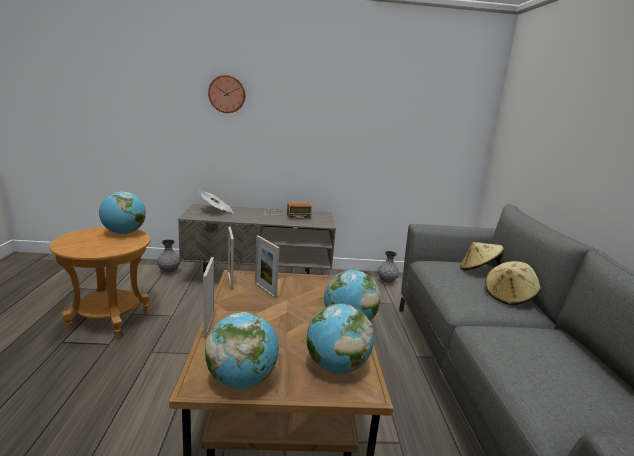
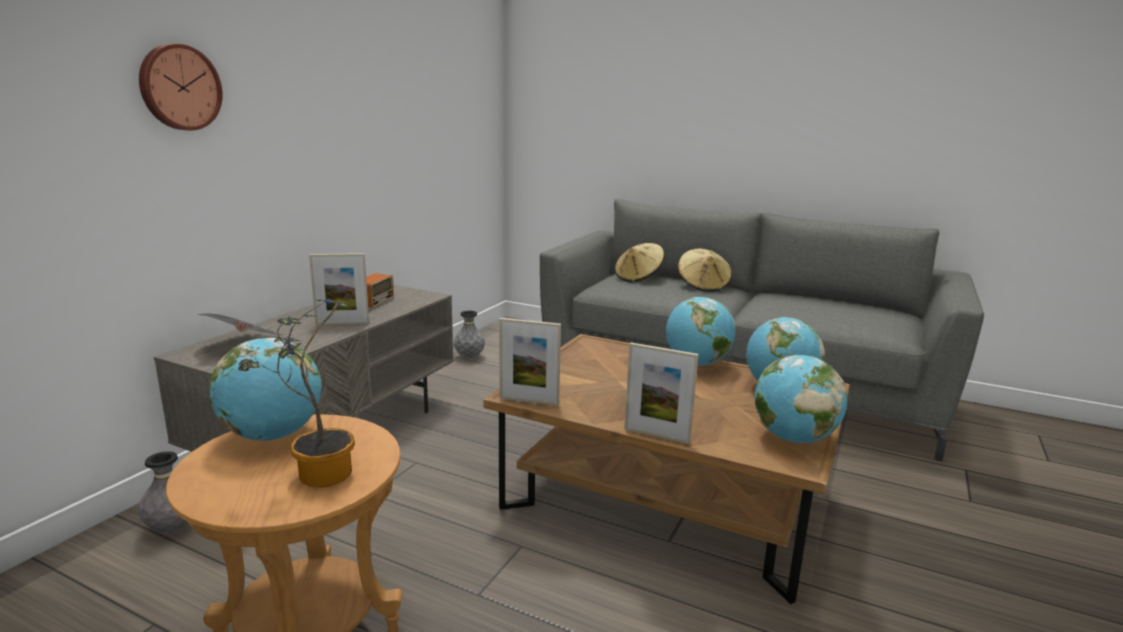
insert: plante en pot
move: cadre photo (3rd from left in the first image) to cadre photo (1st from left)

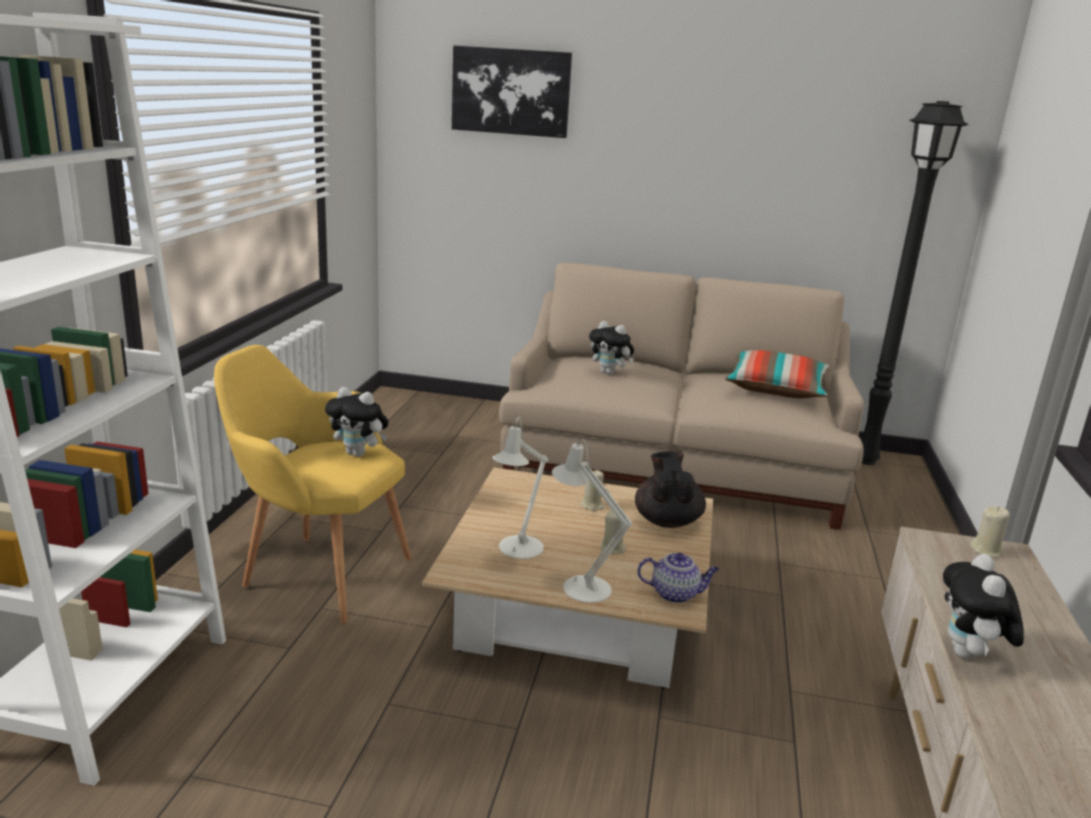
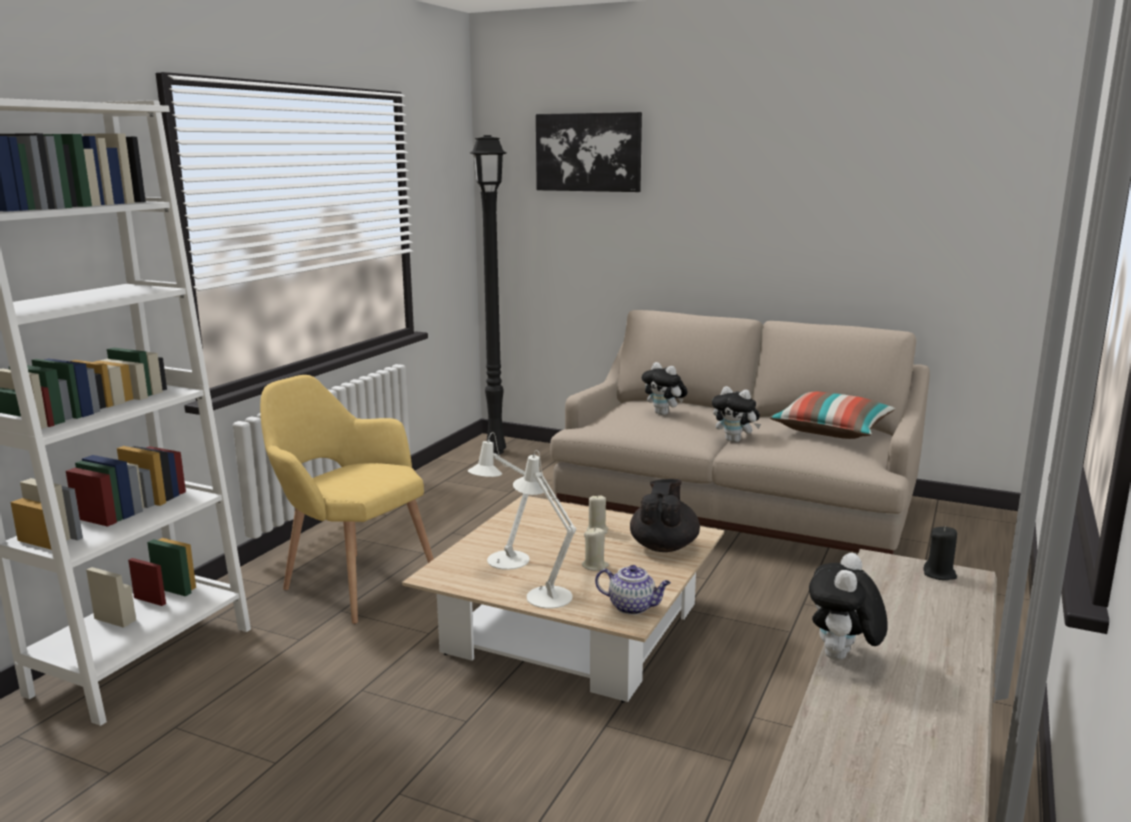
move: lampadaire/noir; peluche (1st from left in the first image) to peluche (2nd from left)
recolor: bougie/beige (3rd from left) to bougie/noir

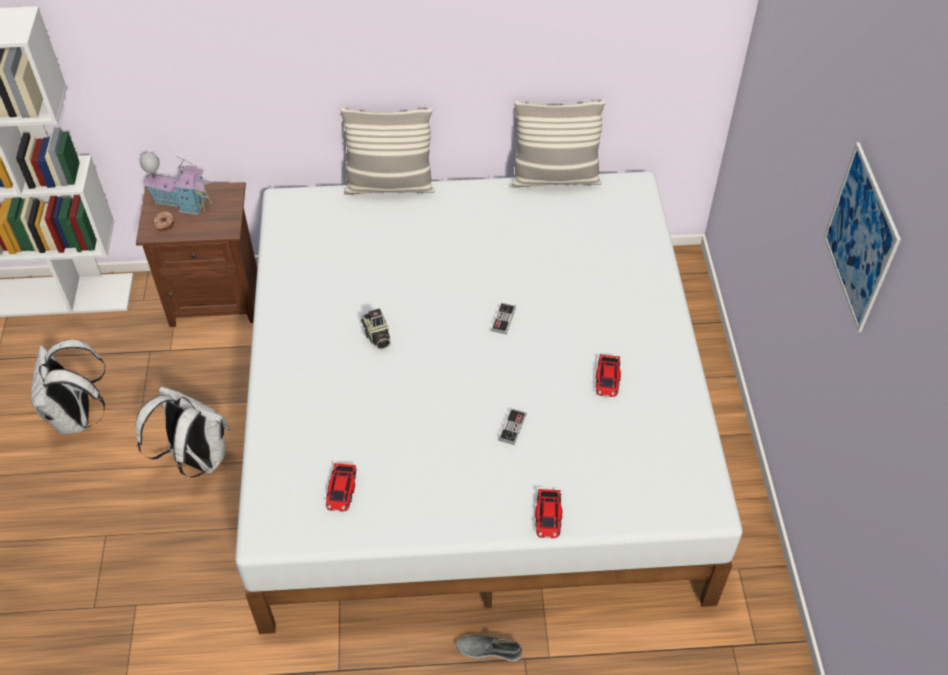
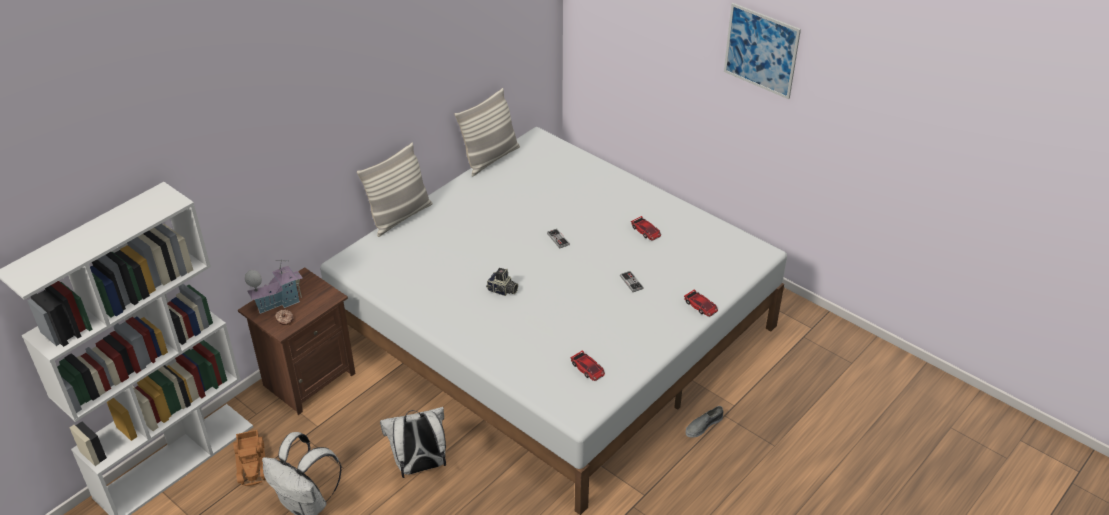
insert: camion jouet

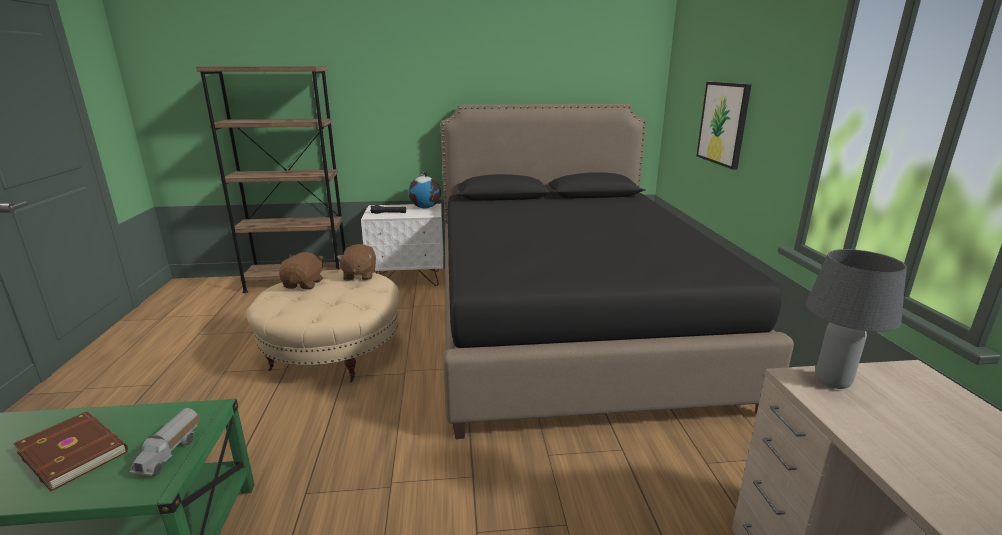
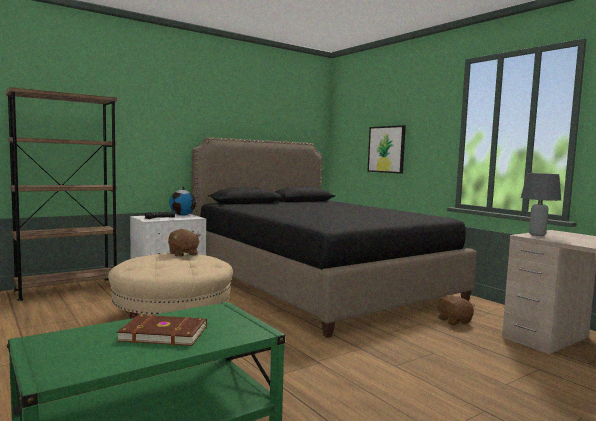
delete: camion jouet
move: peluche/marron (1st from left in the first image) to peluche/marron (2nd from left)

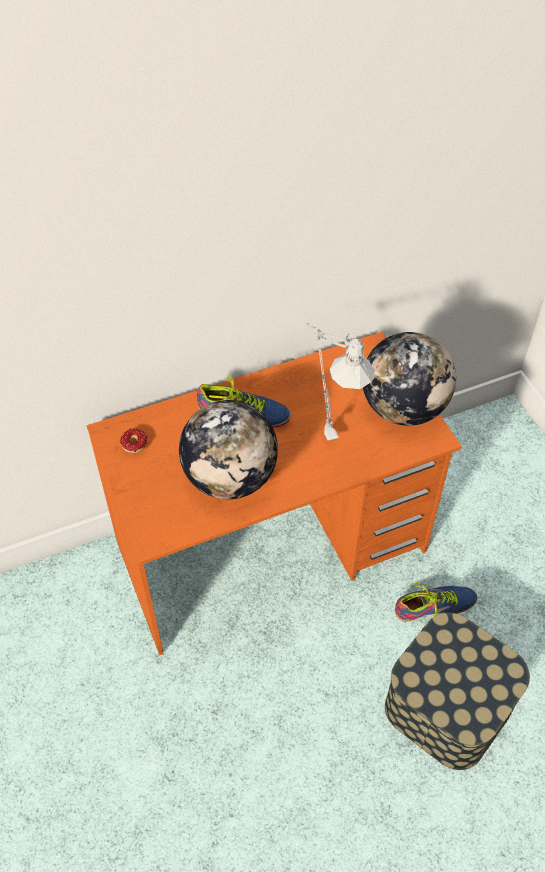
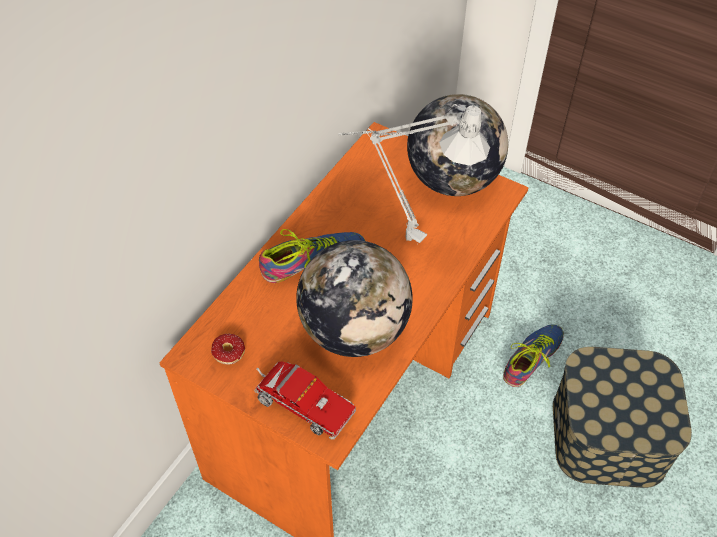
insert: camion jouet

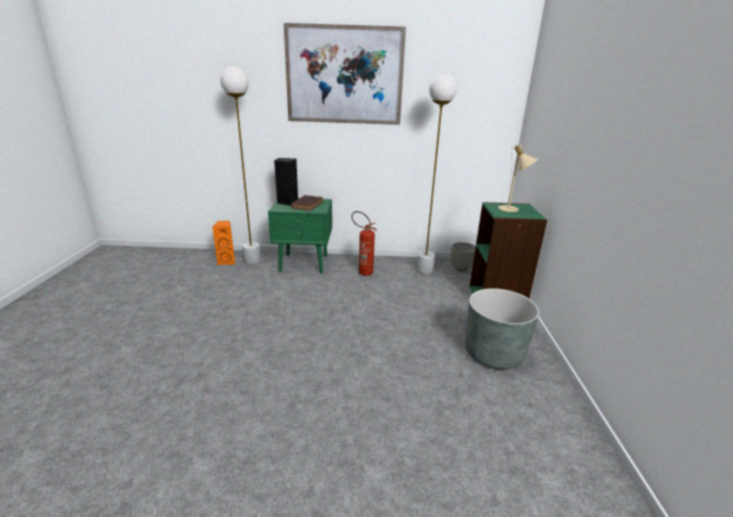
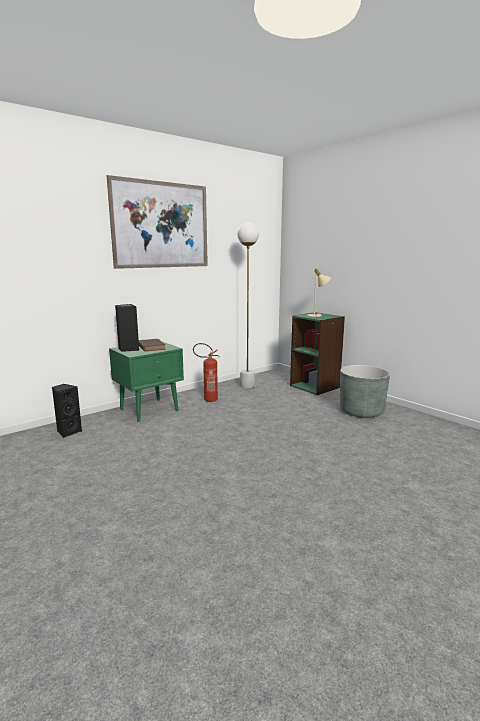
delete: lampadaire/blanc (1st from left); cache-pot/gris (1st from left)
recolor: enceinte/orange to enceinte/noir (1st from left)

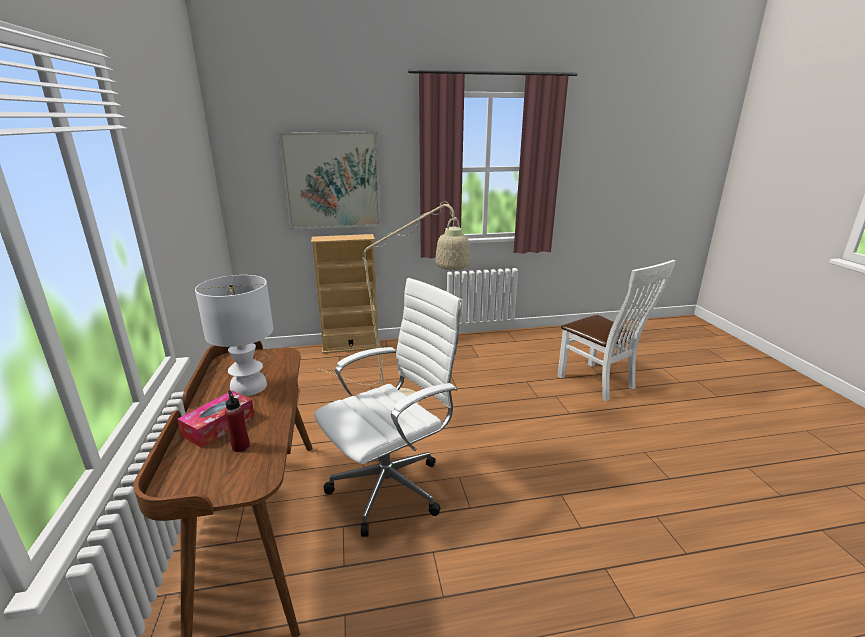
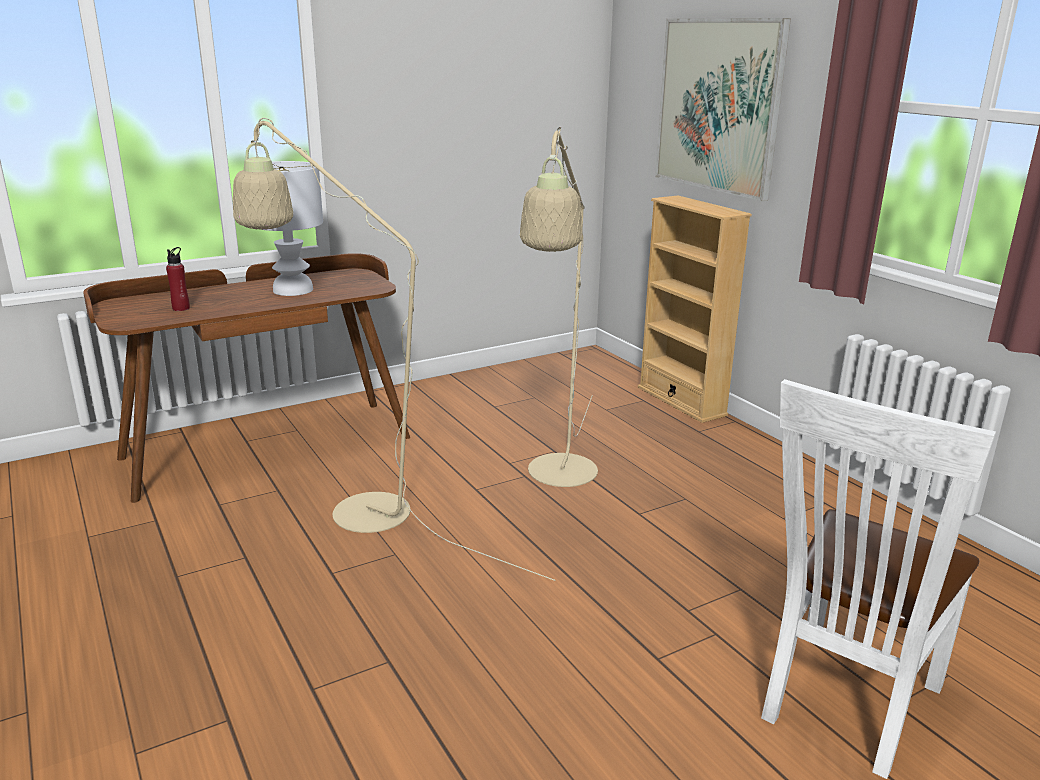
delete: boîte à mouchoirs
replace: chaise de bureau/blanc to lampadaire/beige (1st from left)

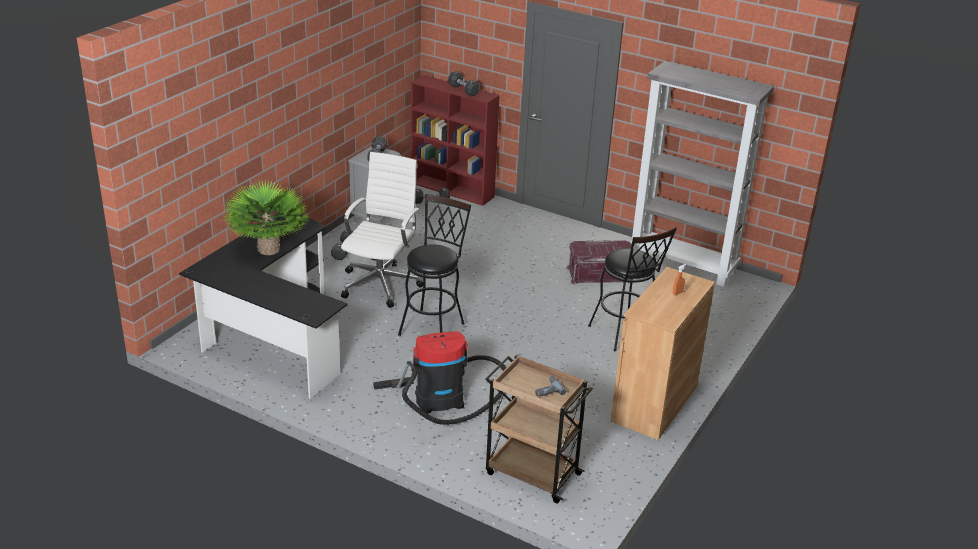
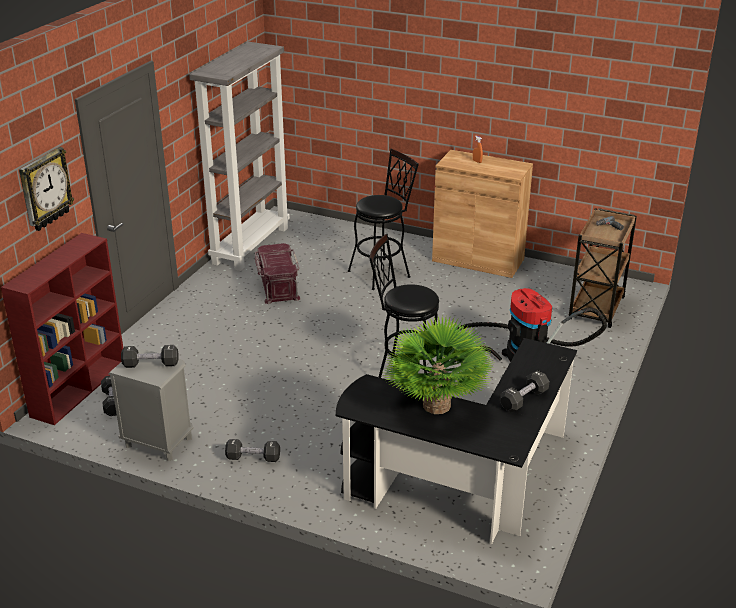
delete: chaise de bureau/blanc
insert: horloge murale
move: haltère/noir (4th from left)

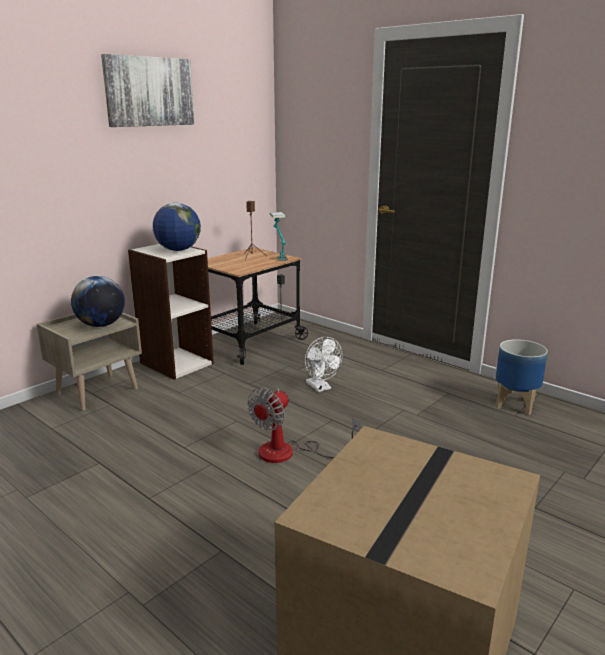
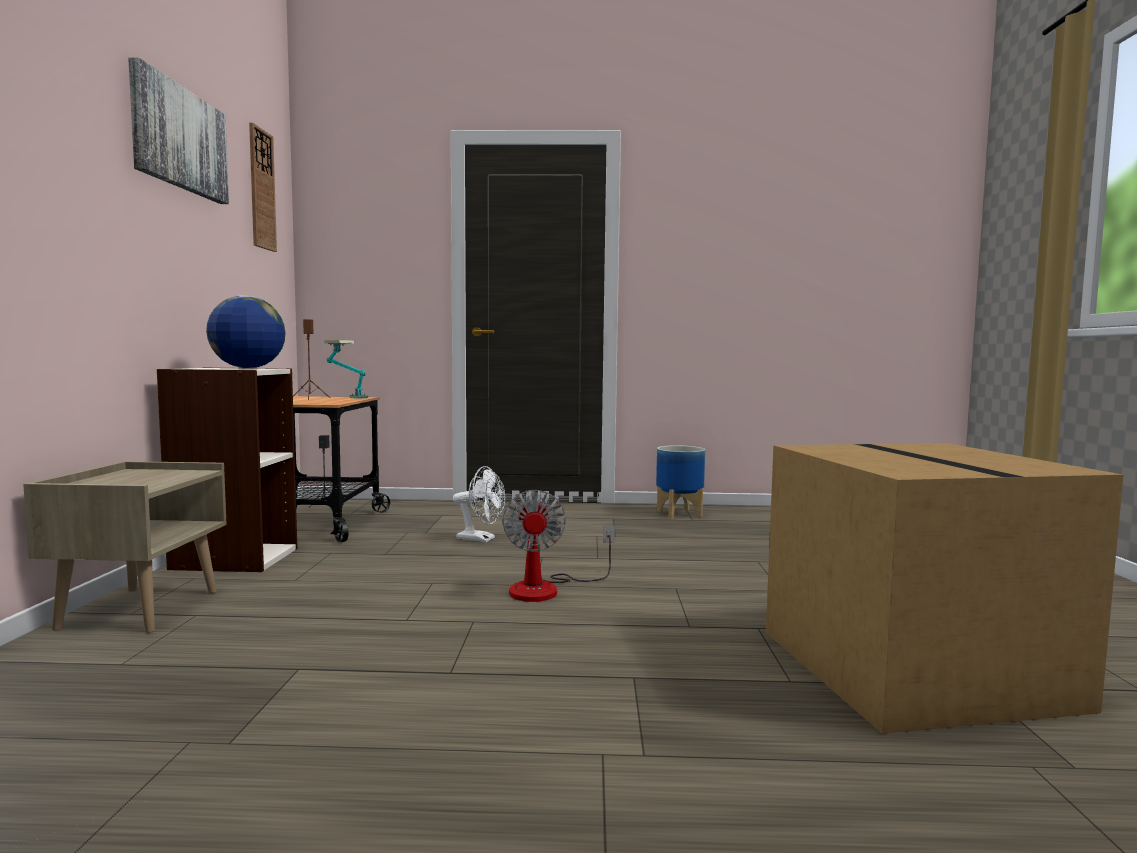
delete: globe (1st from left)
insert: horloge murale

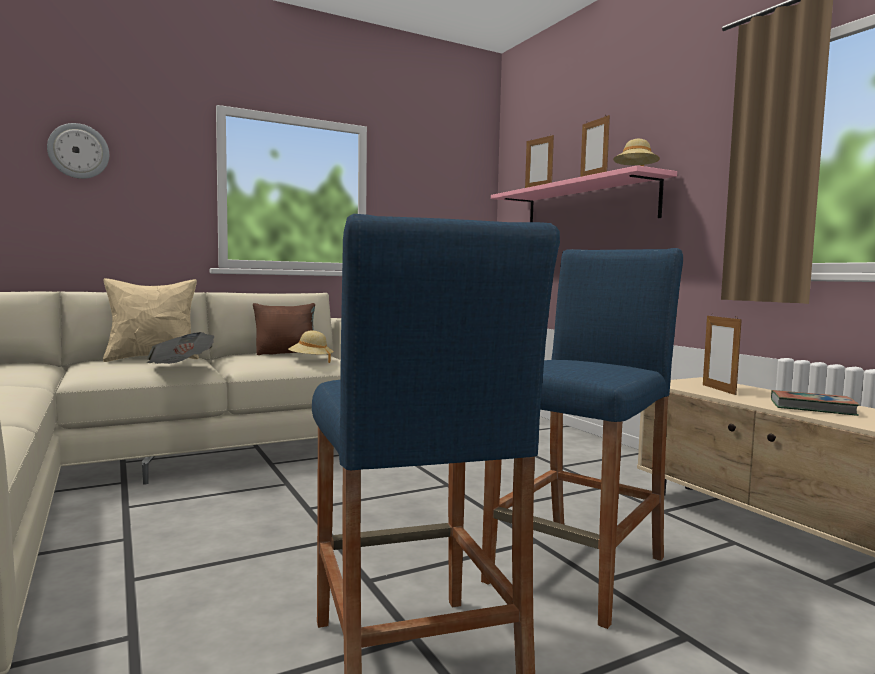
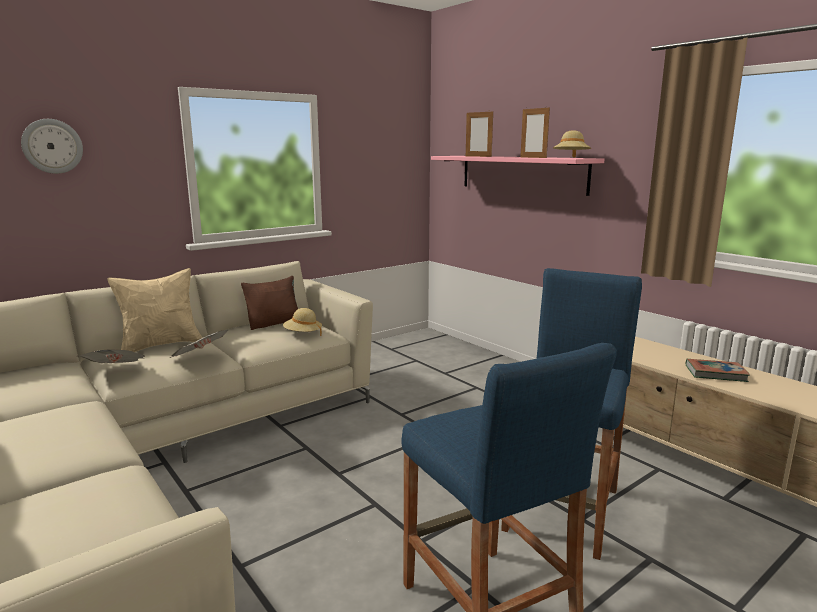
delete: cadre photo (3rd from left)
insert: journal (1st from left)

